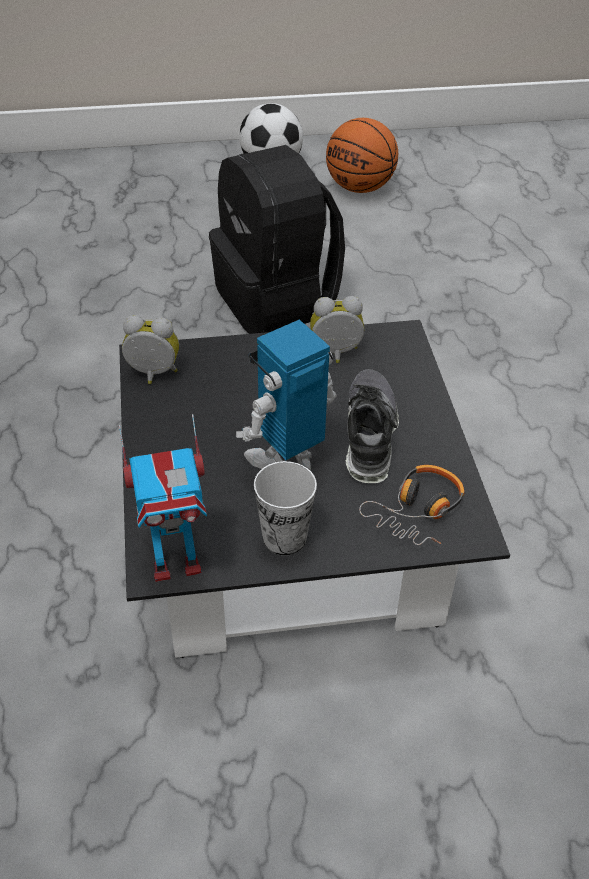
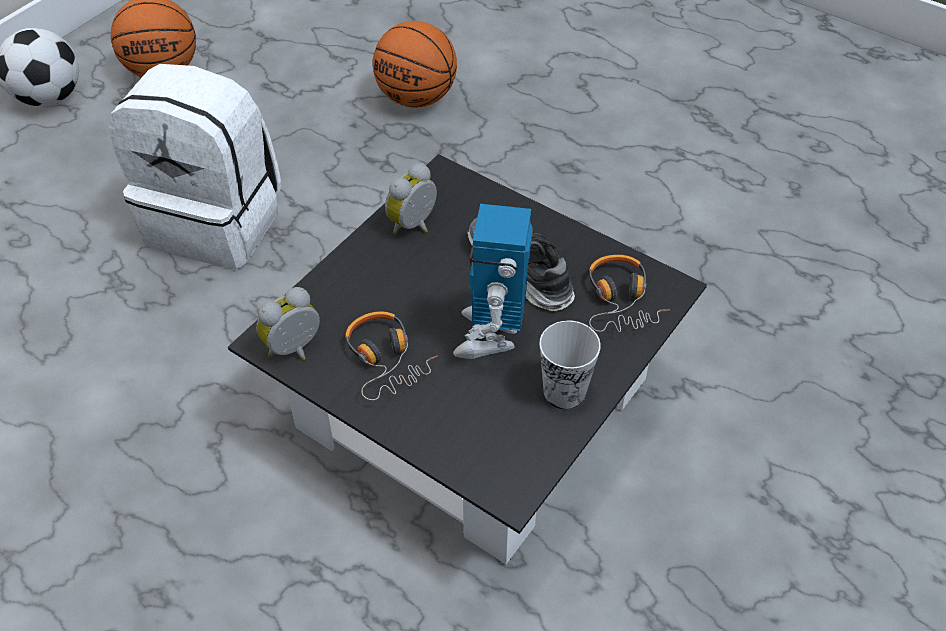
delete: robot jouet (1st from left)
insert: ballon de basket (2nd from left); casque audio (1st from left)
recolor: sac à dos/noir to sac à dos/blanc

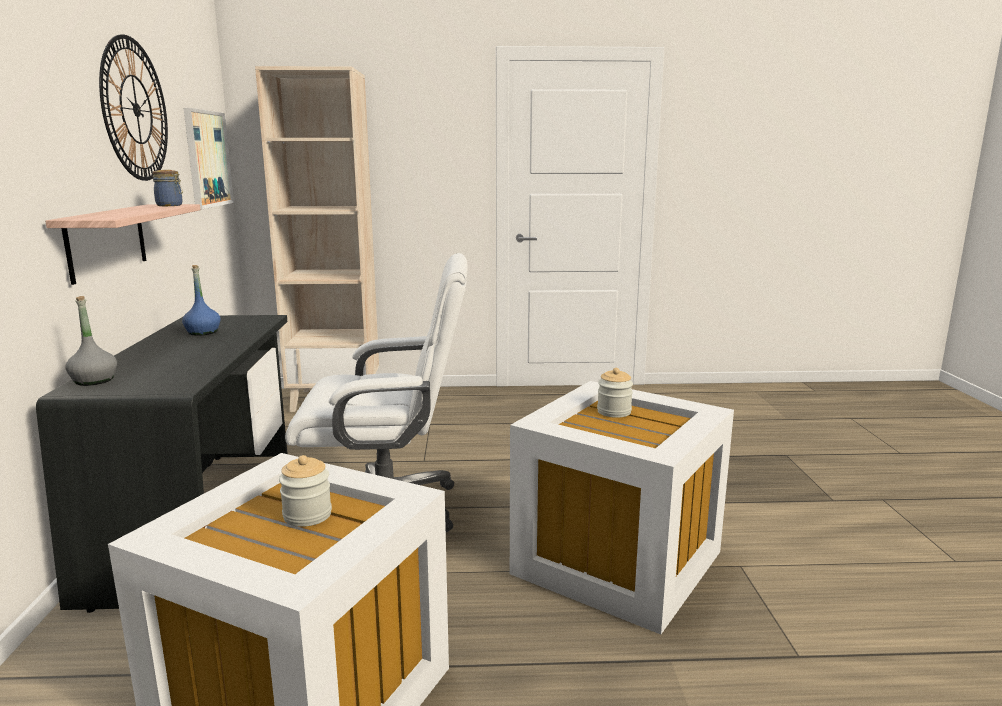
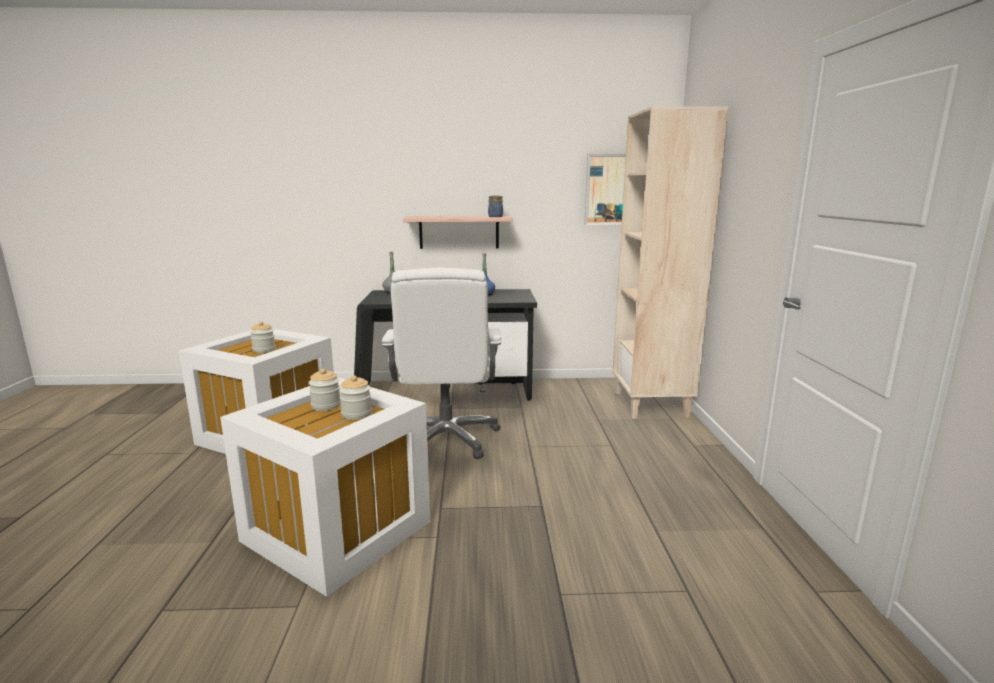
delete: horloge murale
insert: bocal (2nd from left)

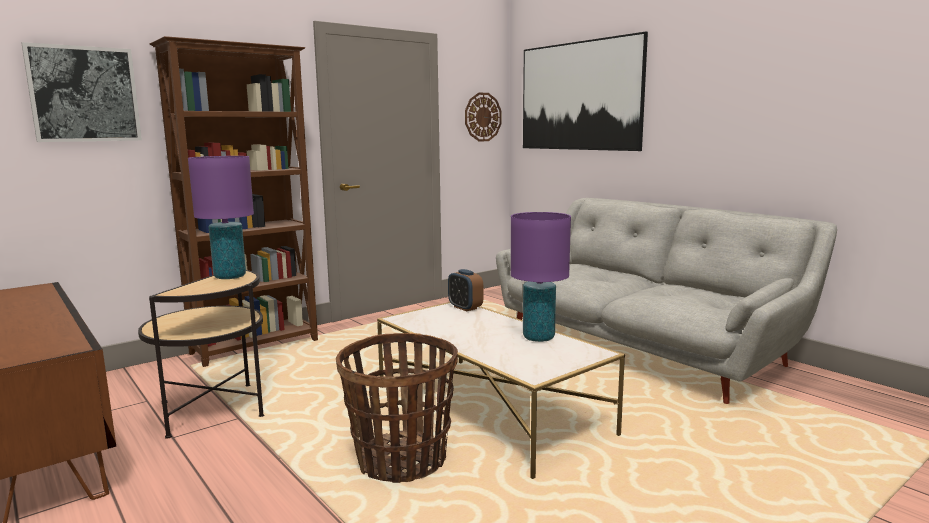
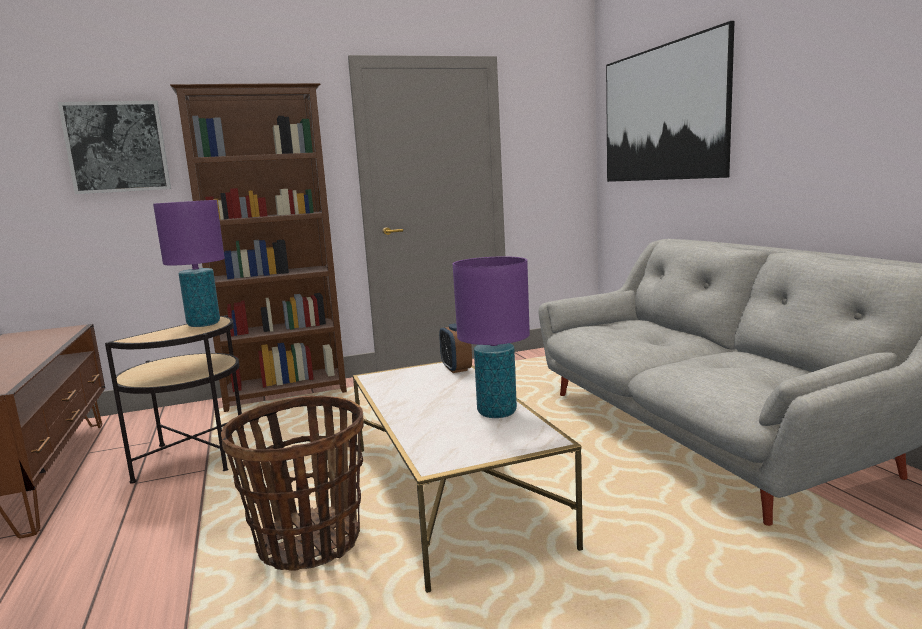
delete: horloge murale

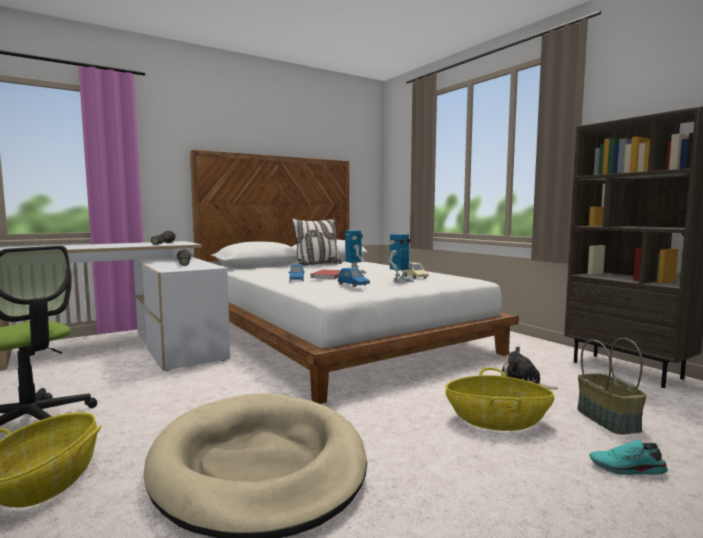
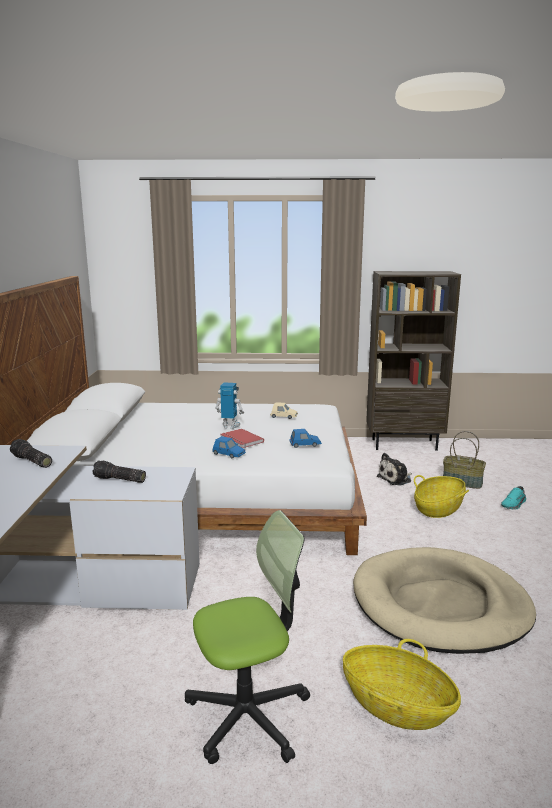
delete: coussin; robot jouet (2nd from left)

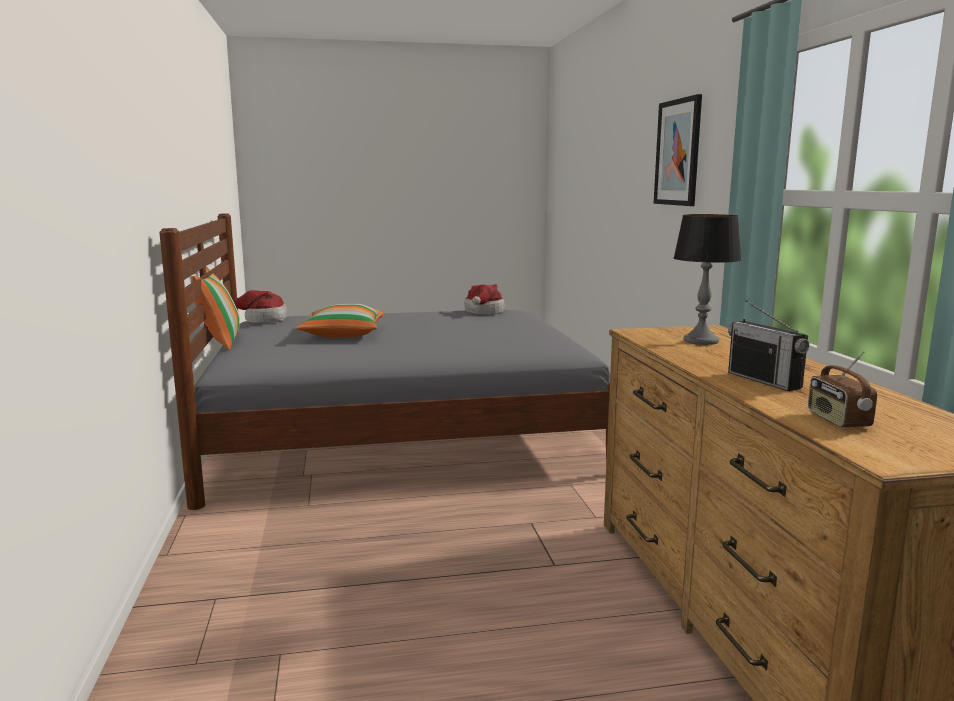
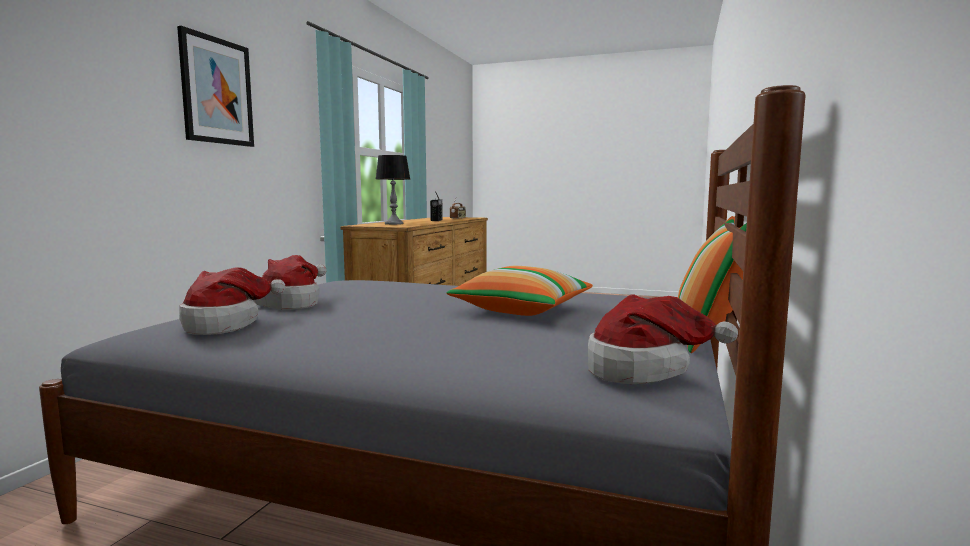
insert: chapeau (2nd from left)

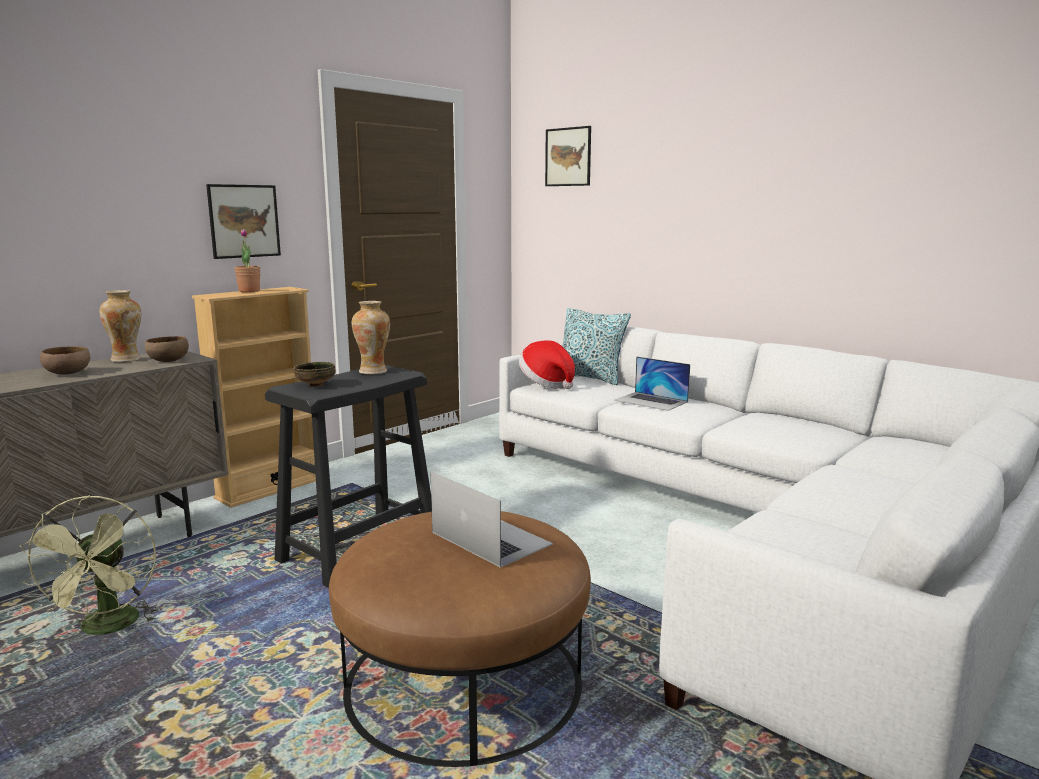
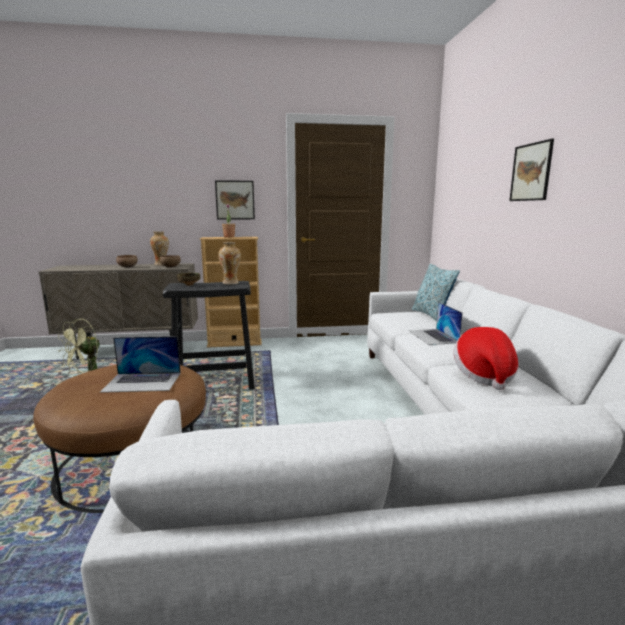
move: tableau (2nd from left); chapeau
rotate: ordinateur portable (1st from left) 90 degrees clockwise

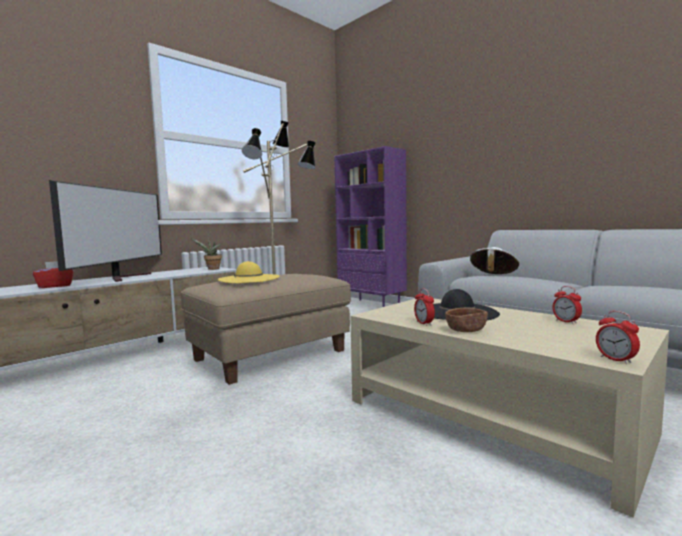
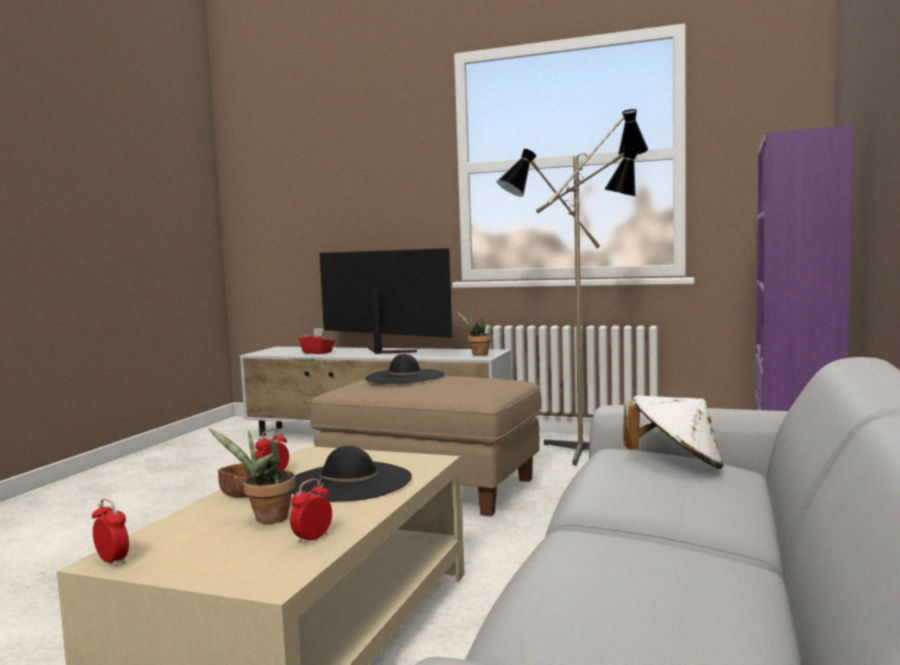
insert: plante en pot (1st from left)
recolor: chapeau/jaune to chapeau/noir (2nd from left)
rotate: téléviseur 120 degrees counterclockwise; réveil (3rd from left in the first image) 90 degrees clockwise

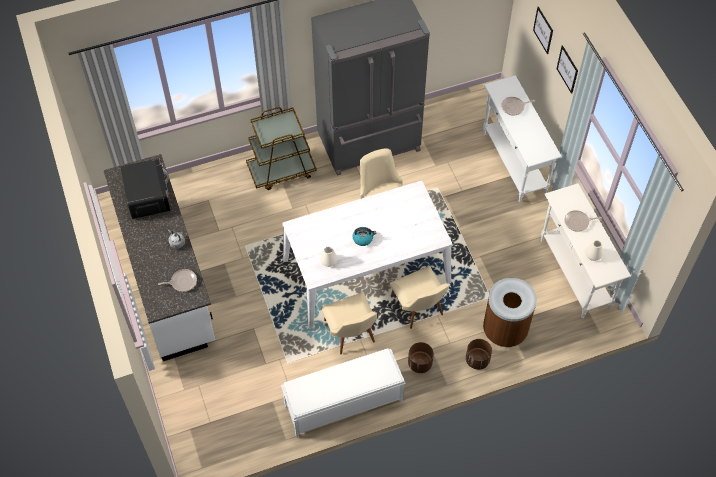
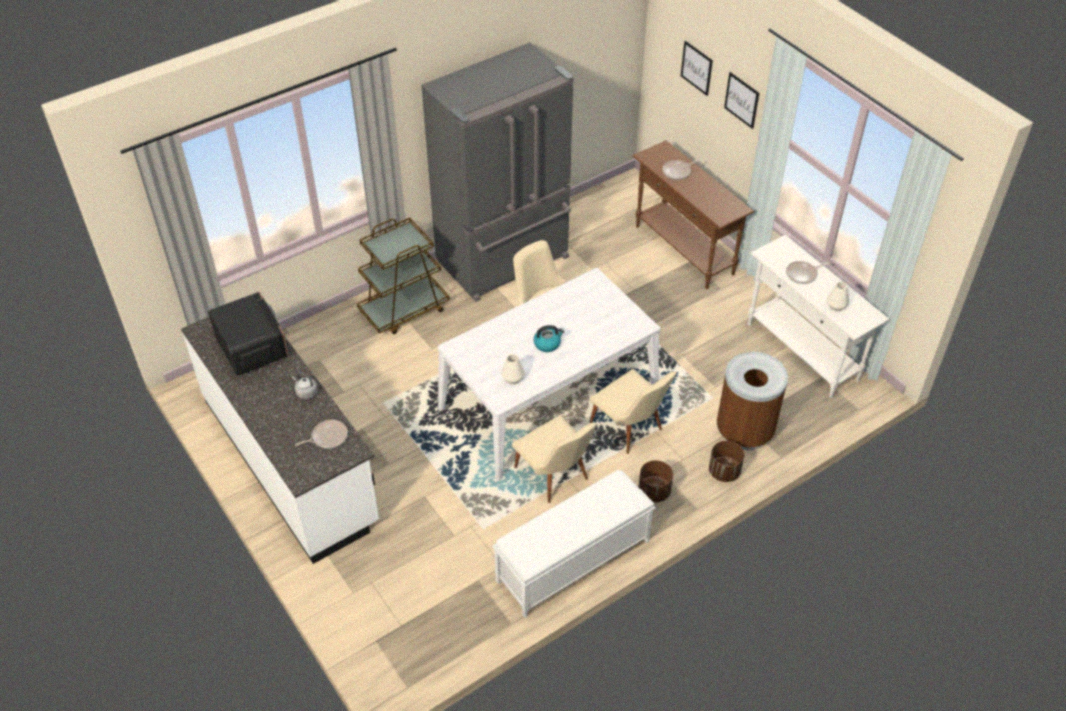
recolor: table console/blanc (1st from left) to table console/marron

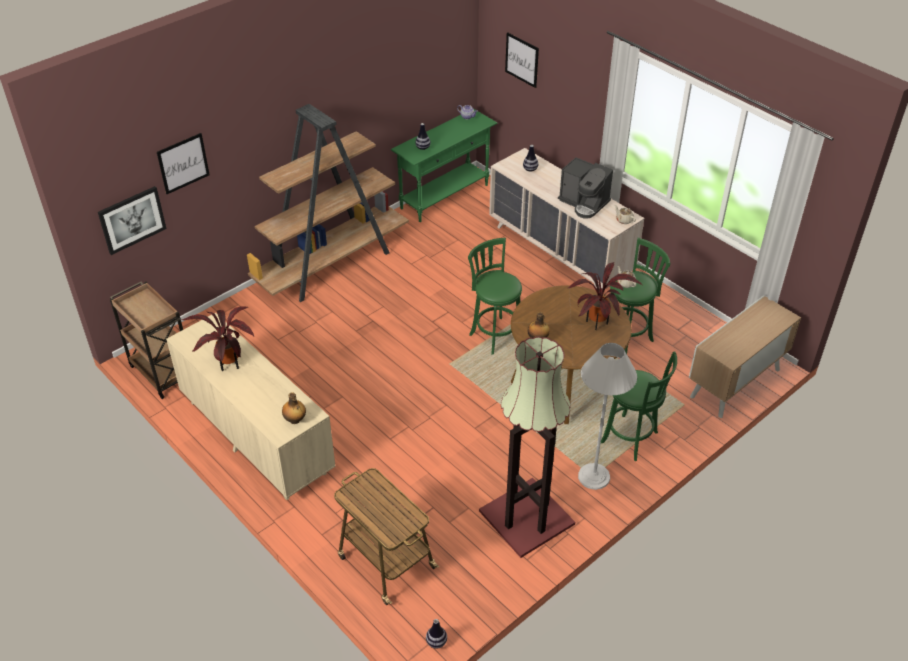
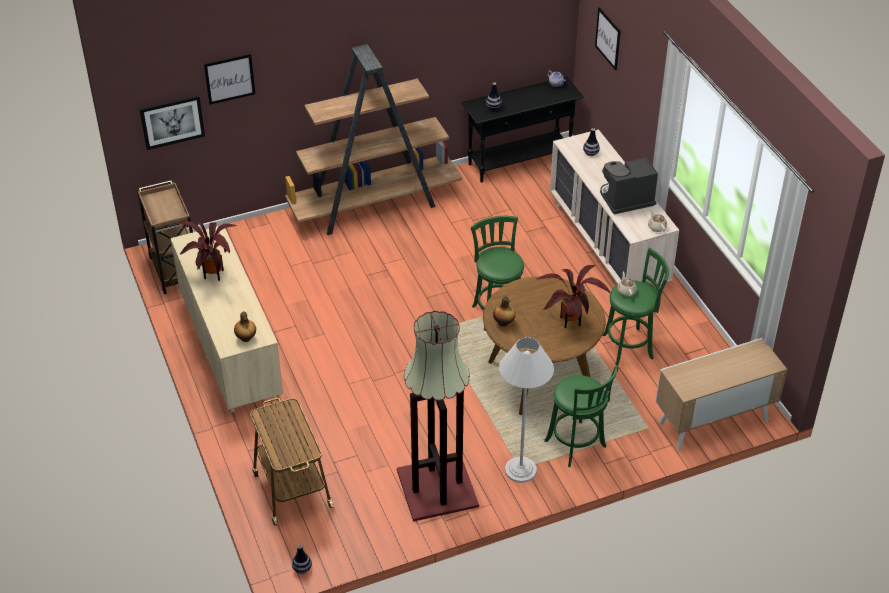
recolor: table console/vert to table console/noir
rotate: machine à café 105 degrees clockwise

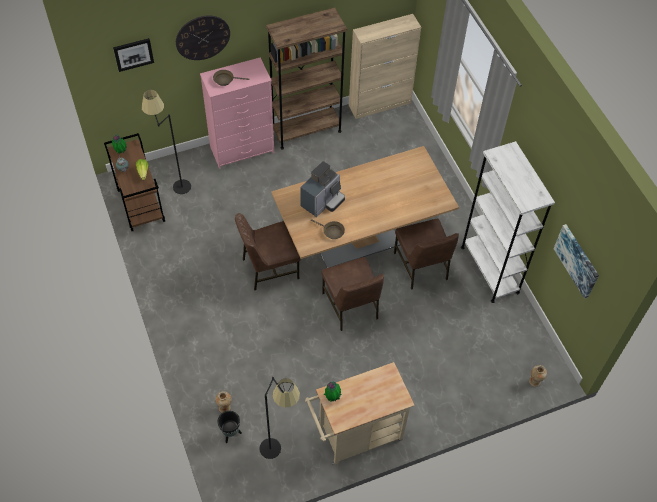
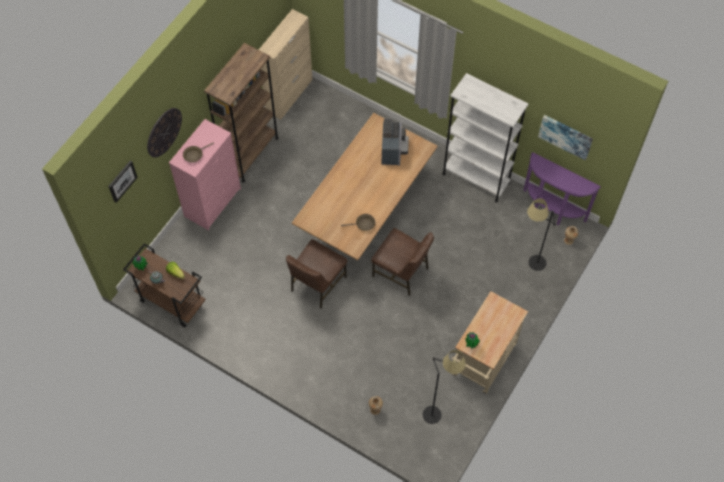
delete: chaise/marron (3rd from left); cache-pot/noir
insert: table console/violet
move: lampadaire/noir (1st from left in the first image) to lampadaire/noir (2nd from left); machine à café

